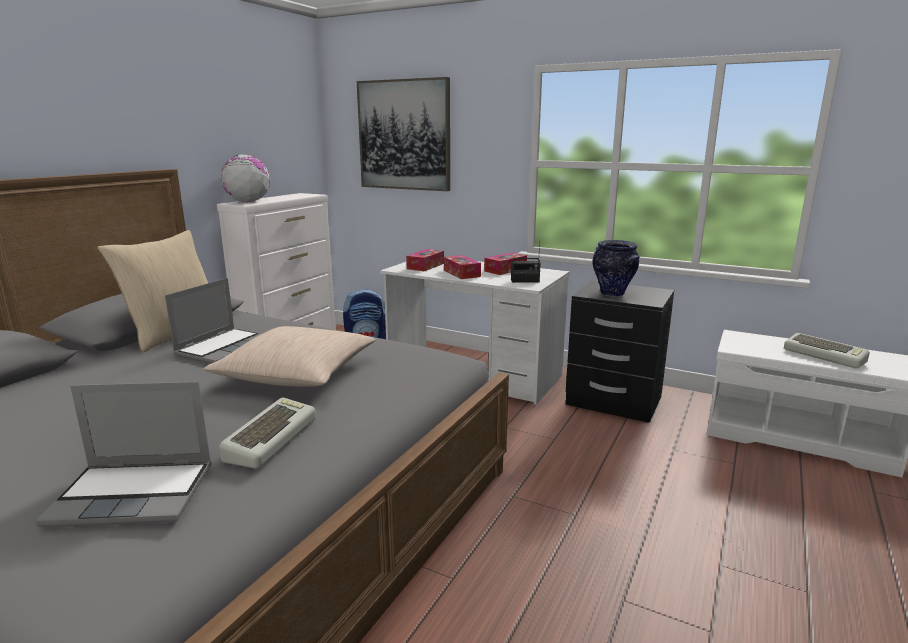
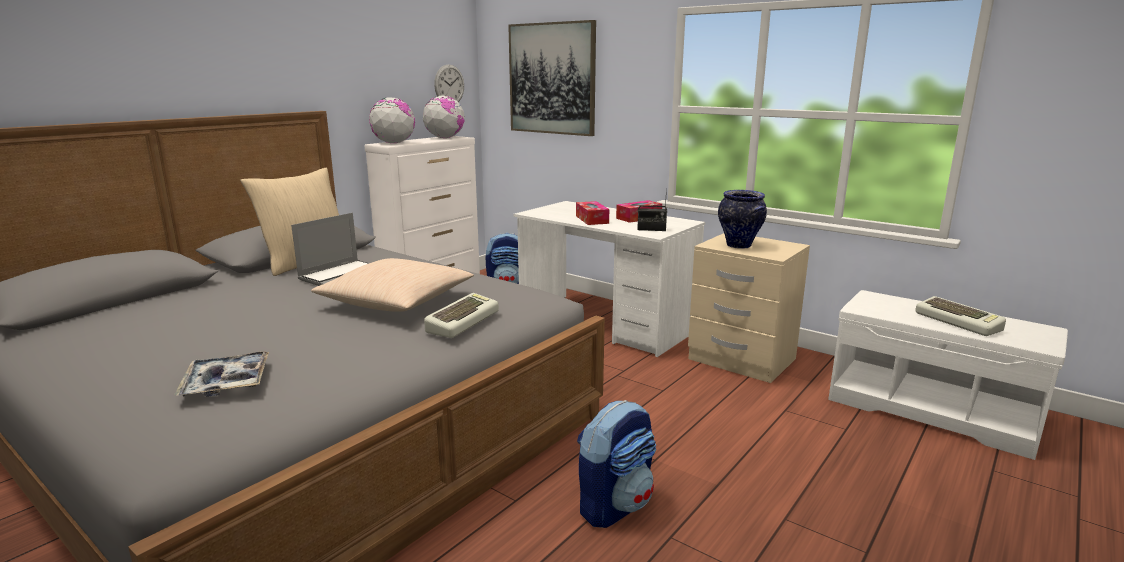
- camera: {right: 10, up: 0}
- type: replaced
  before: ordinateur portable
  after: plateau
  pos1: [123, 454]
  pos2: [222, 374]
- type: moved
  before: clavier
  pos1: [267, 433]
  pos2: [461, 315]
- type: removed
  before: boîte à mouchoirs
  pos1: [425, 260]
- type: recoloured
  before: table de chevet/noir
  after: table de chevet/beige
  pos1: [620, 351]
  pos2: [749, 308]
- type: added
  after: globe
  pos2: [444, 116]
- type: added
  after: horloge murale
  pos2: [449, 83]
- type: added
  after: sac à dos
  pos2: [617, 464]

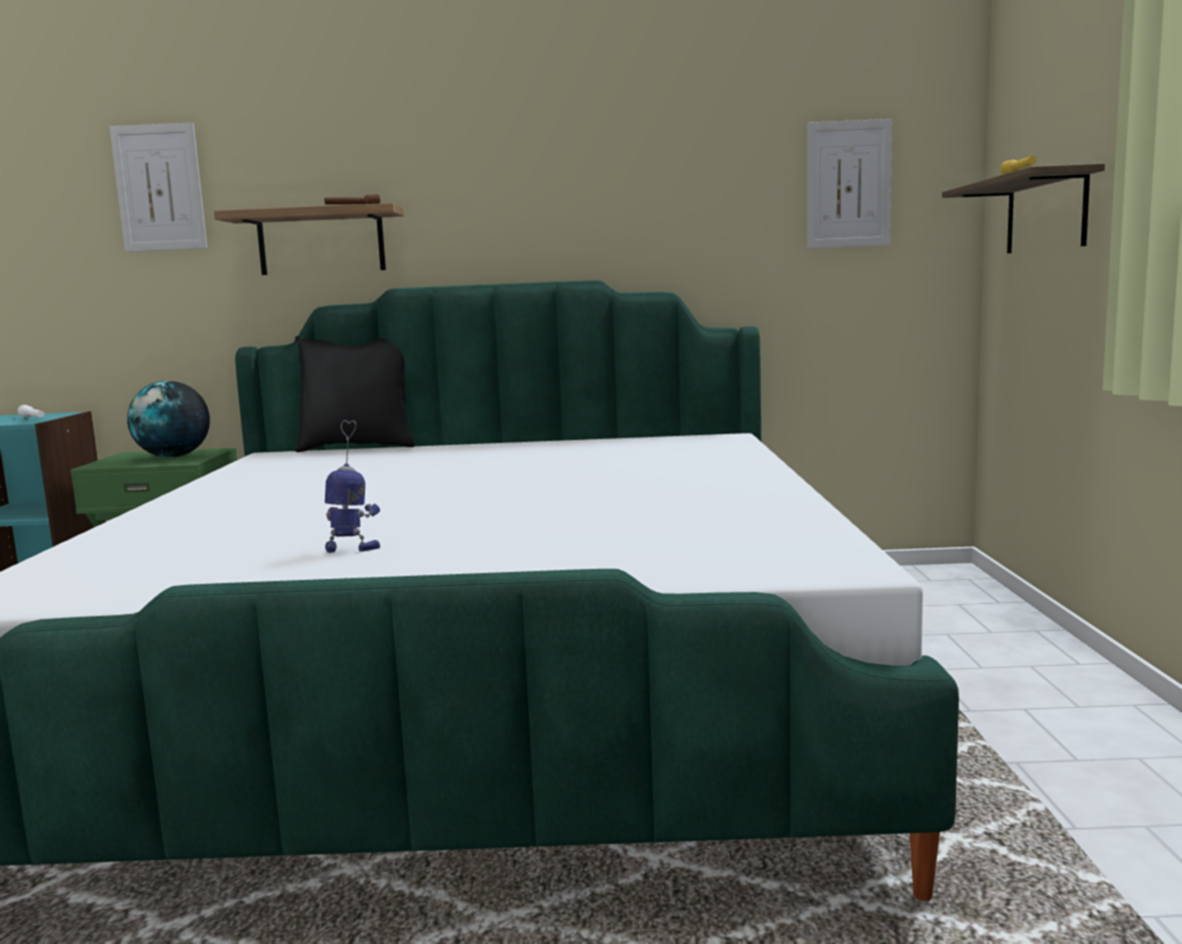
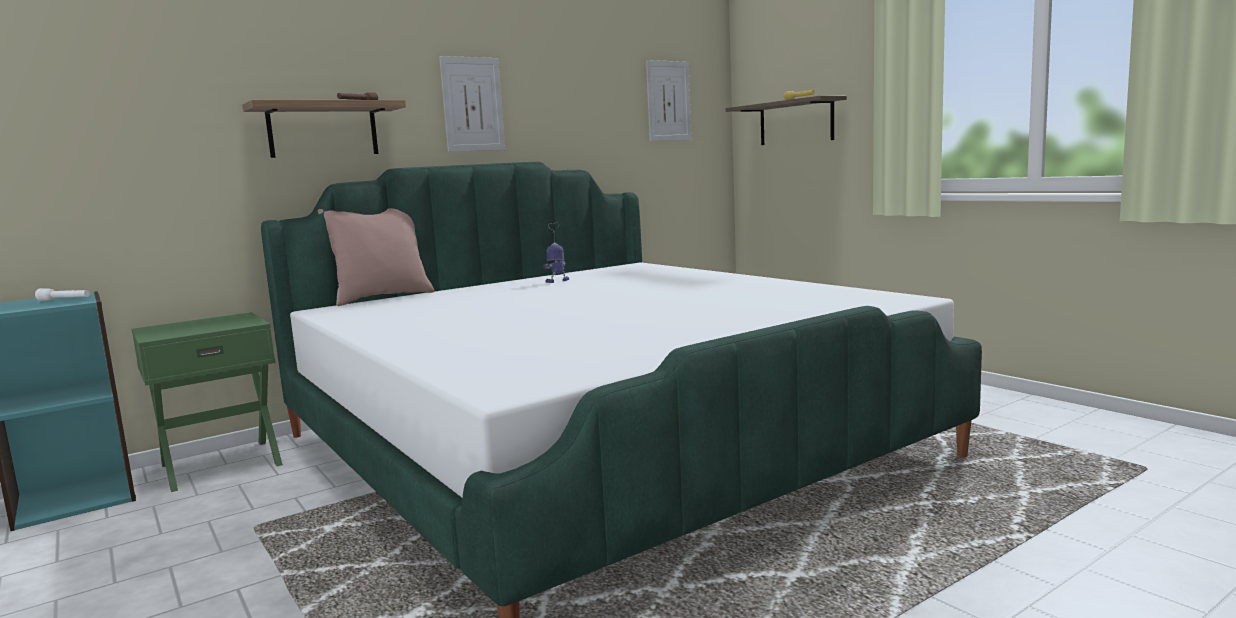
- camera: {right: -35, up: 0}
- type: moved
  before: tableau
  pos1: [158, 187]
  pos2: [472, 104]
- type: removed
  before: globe
  pos1: [168, 419]
- type: recoloured
  before: coussin/noir
  after: coussin/rose
  pos1: [355, 394]
  pos2: [376, 257]
- type: moved
  before: robot jouet
  pos1: [352, 486]
  pos2: [556, 252]

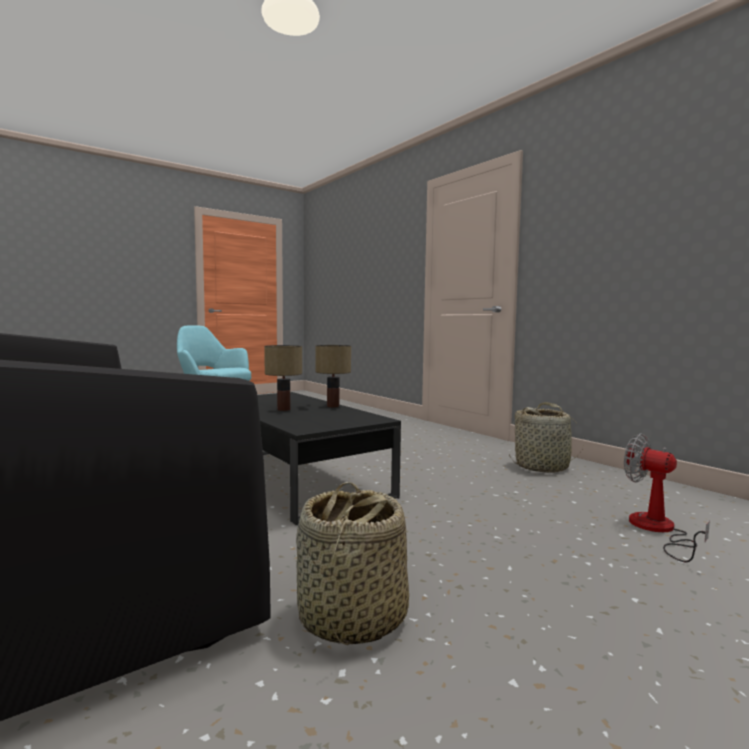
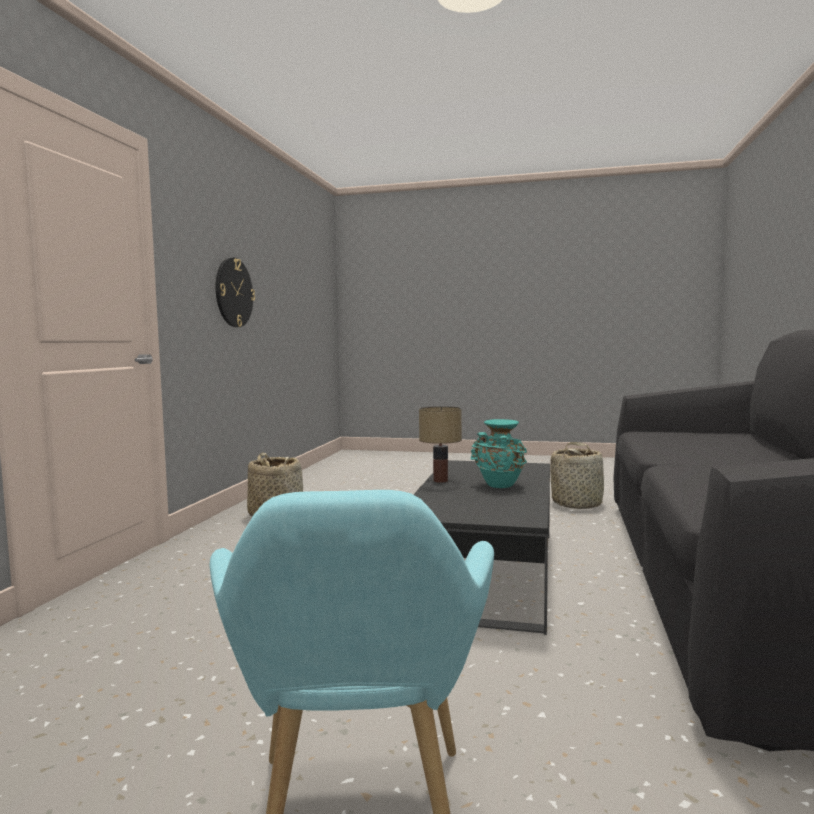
- camera: {right: -130, up: 0}
- type: replaced
  before: lampe de table
  after: vase/turquoise
  pos1: [283, 378]
  pos2: [498, 453]
- type: removed
  before: ventilateur
  pos1: [667, 497]
- type: added
  after: horloge murale
  pos2: [235, 292]

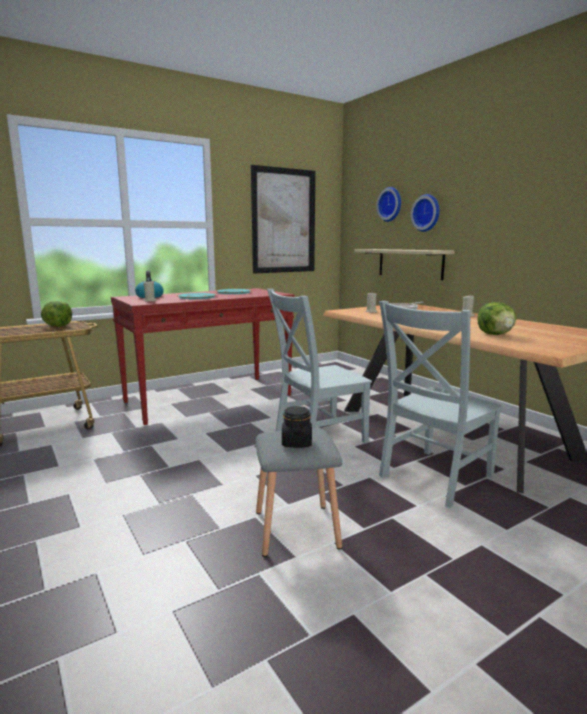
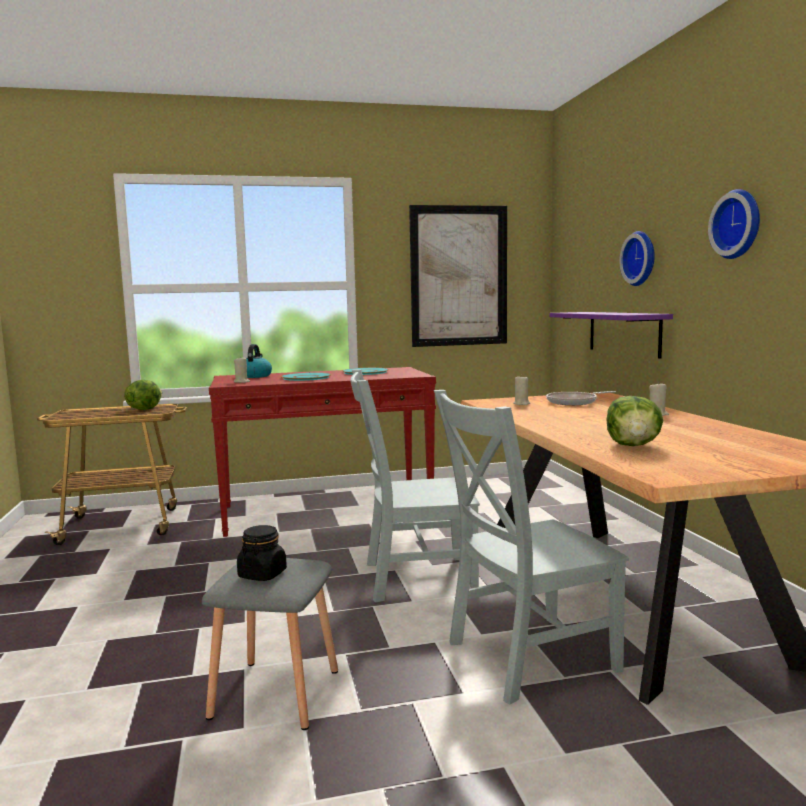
- camera: {right: 20, up: -5}
- type: recoloured
  before: étagère/beige
  after: étagère/violet
  pos1: [404, 264]
  pos2: [611, 335]
- type: moved
  before: horloge murale
  pos1: [388, 204]
  pos2: [734, 224]

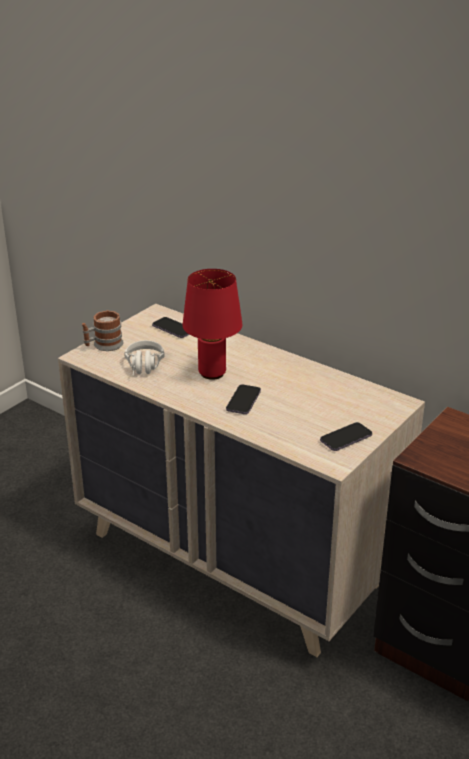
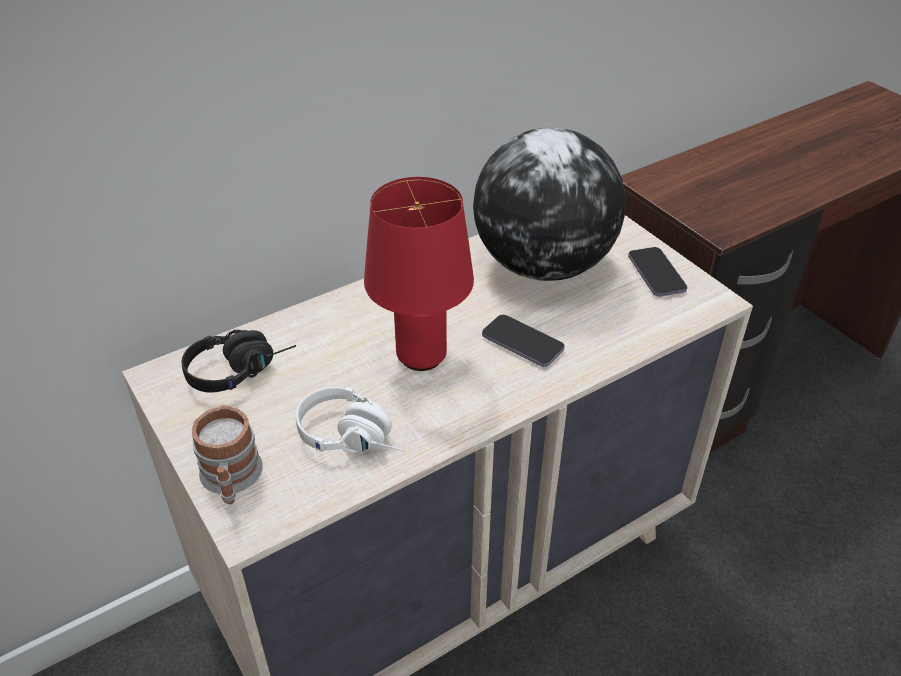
- camera: {right: -70, up: 10}
- type: replaced
  before: téléphone
  after: casque audio/noir
  pos1: [170, 327]
  pos2: [238, 361]
- type: added
  after: globe
  pos2: [549, 204]

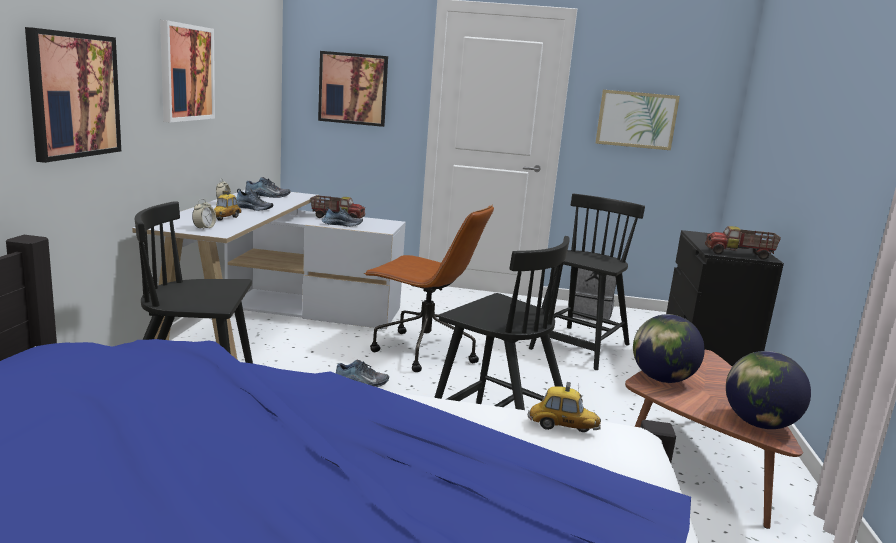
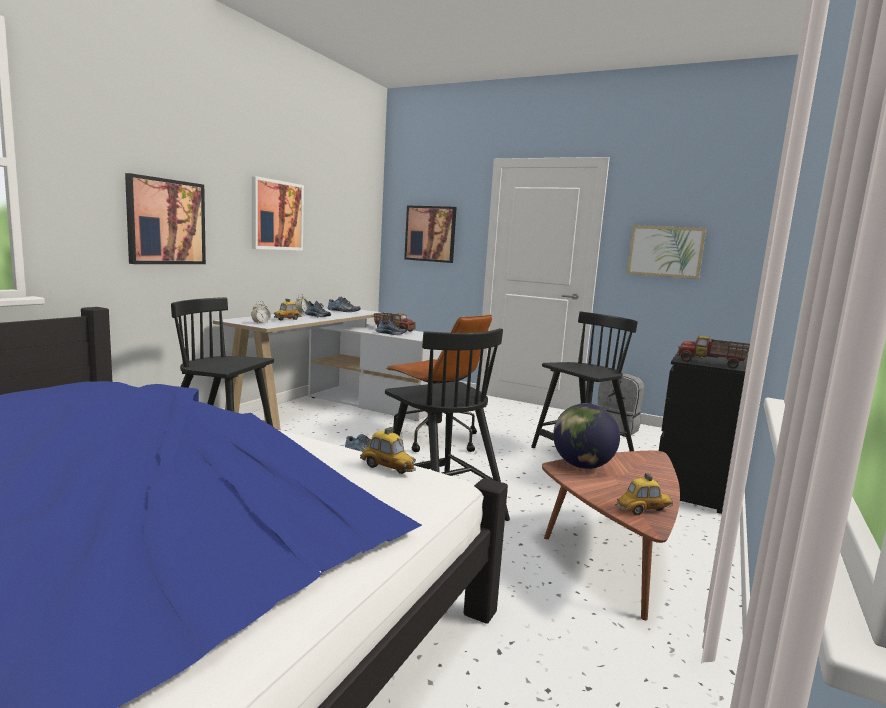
- camera: {right: 20, up: -5}
- type: replaced
  before: globe
  after: petite voiture
  pos1: [768, 390]
  pos2: [644, 494]

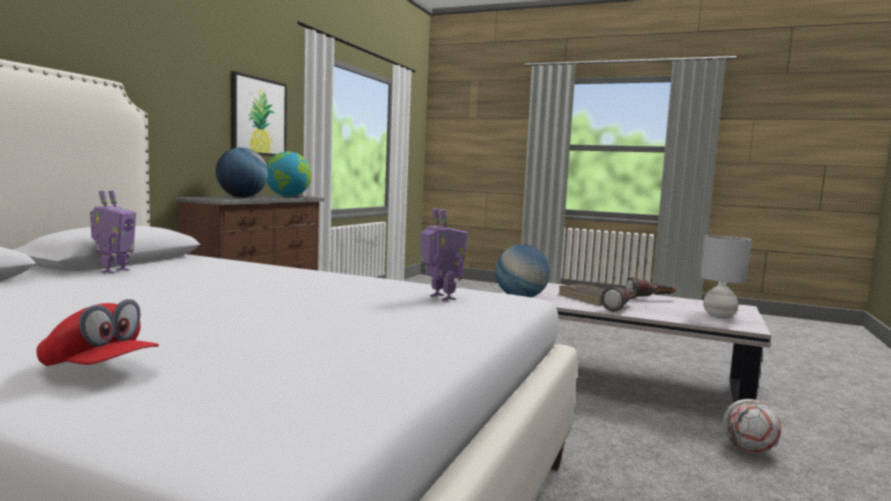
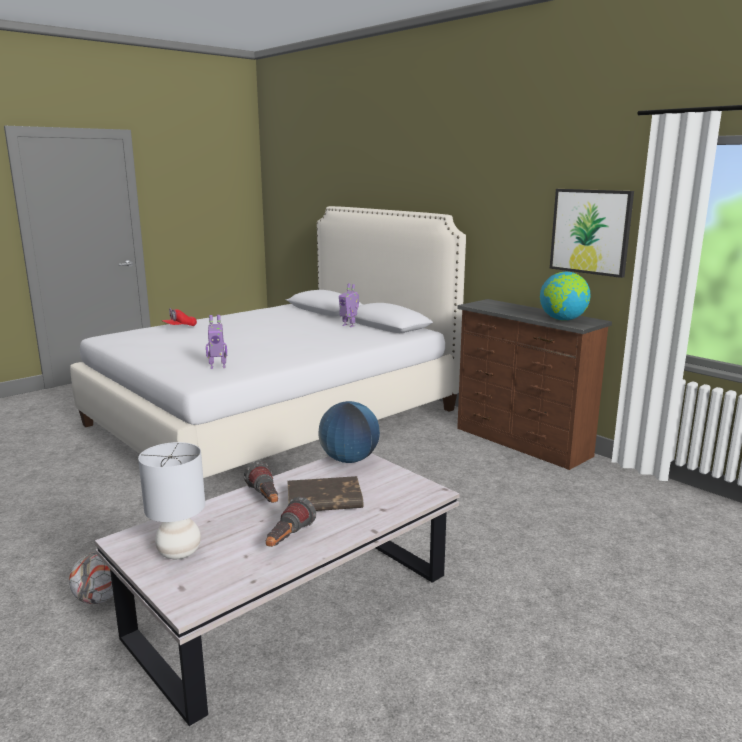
- camera: {right: 115, up: 10}
- type: removed
  before: globe
  pos1: [242, 172]

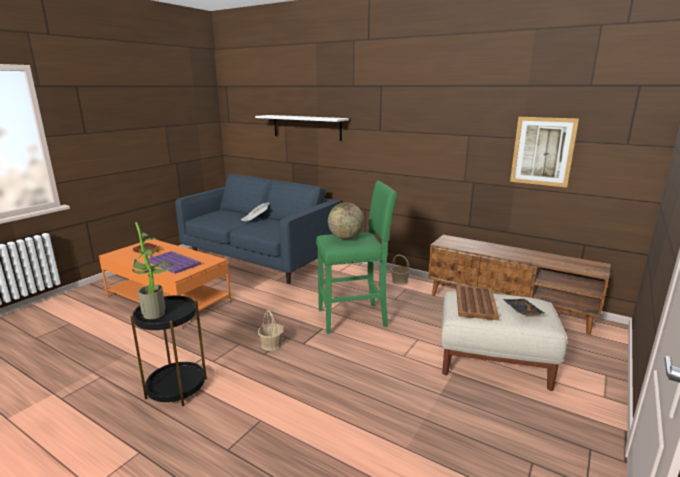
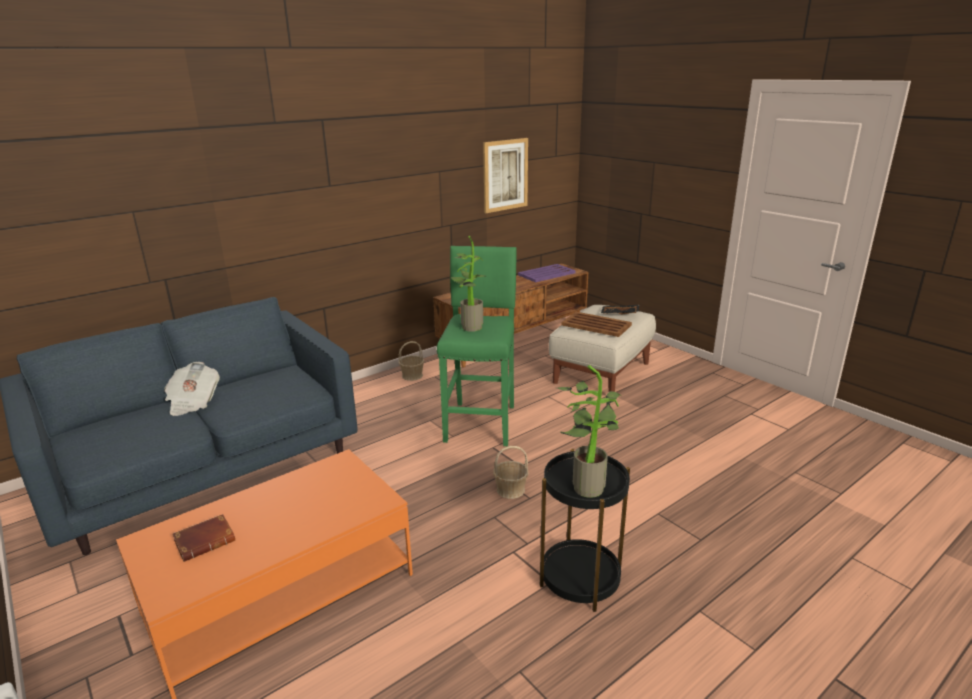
- camera: {right: -70, up: 5}
- type: moved
  before: plateau/violet
  pos1: [174, 262]
  pos2: [547, 273]
- type: removed
  before: étagère/blanc
  pos1: [302, 128]
- type: replaced
  before: globe
  after: plante en pot
  pos1: [346, 221]
  pos2: [468, 284]

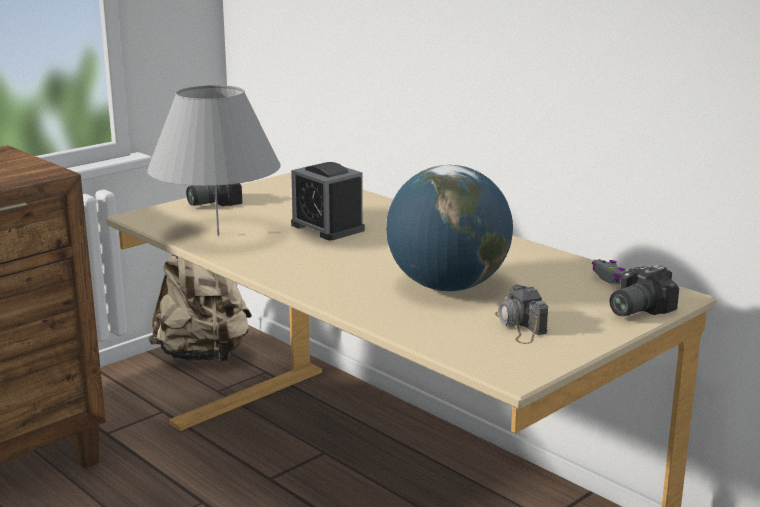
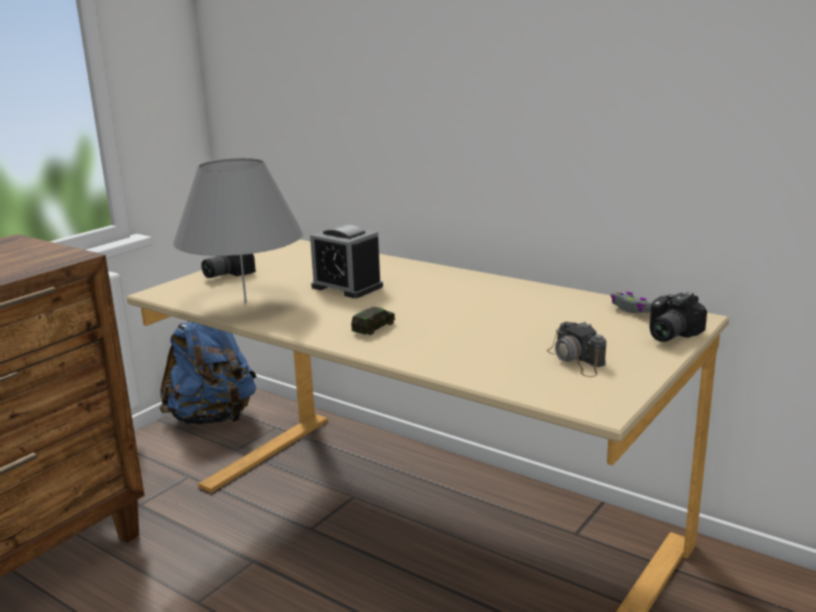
- camera: {right: -10, up: 0}
- type: recoloured
  before: sac à dos/beige
  after: sac à dos/bleu
  pos1: [200, 308]
  pos2: [207, 372]
- type: removed
  before: globe
  pos1: [449, 228]
- type: added
  after: petite voiture
  pos2: [373, 321]

